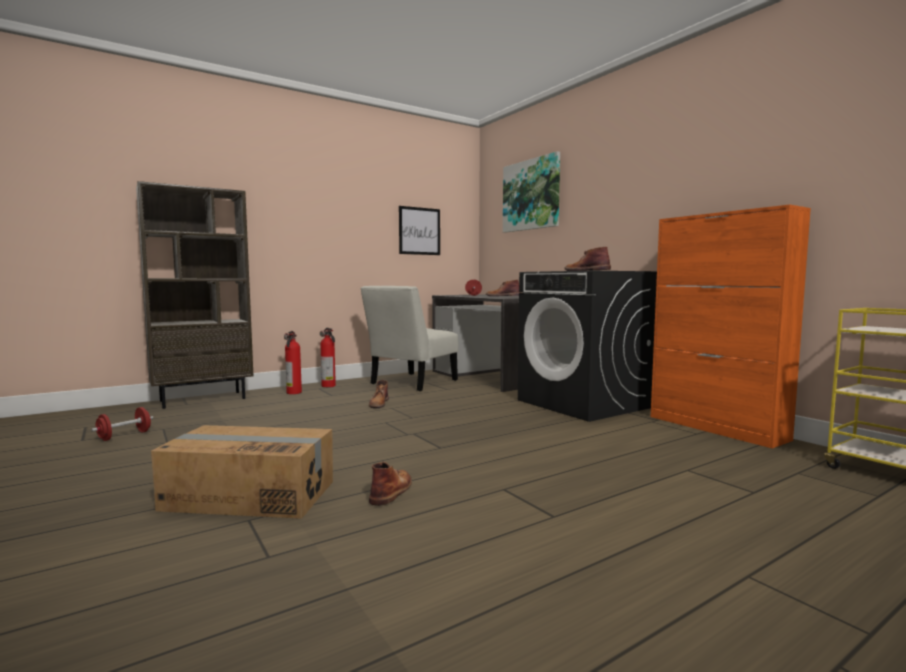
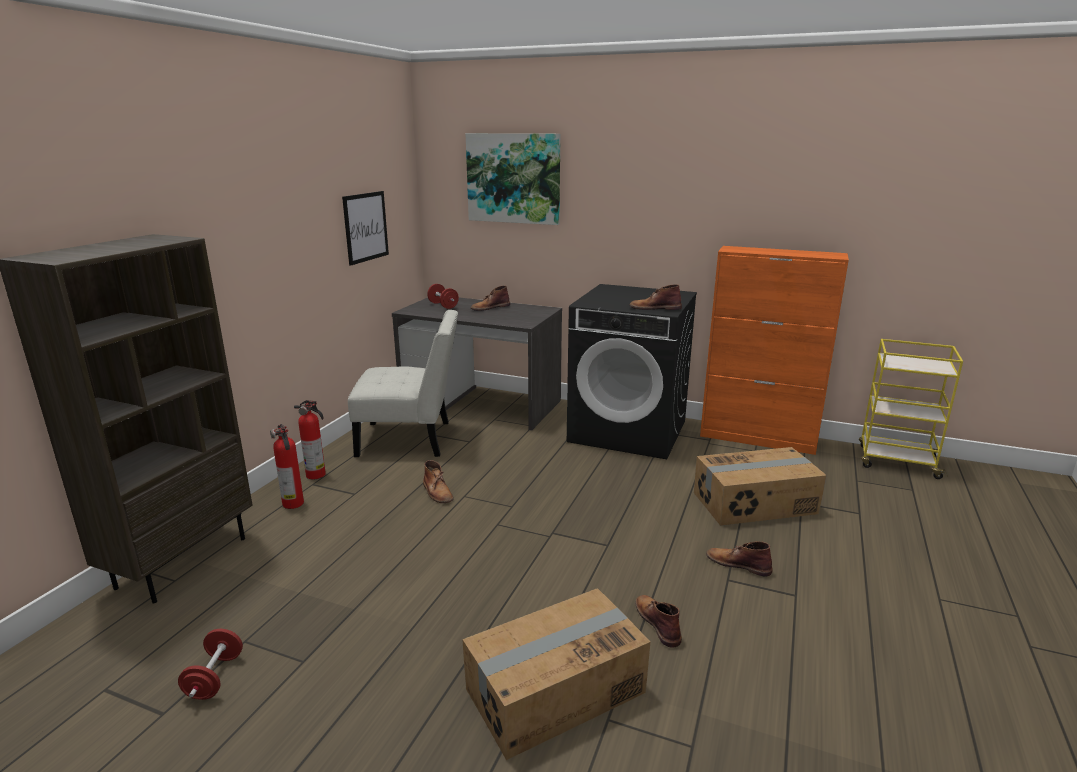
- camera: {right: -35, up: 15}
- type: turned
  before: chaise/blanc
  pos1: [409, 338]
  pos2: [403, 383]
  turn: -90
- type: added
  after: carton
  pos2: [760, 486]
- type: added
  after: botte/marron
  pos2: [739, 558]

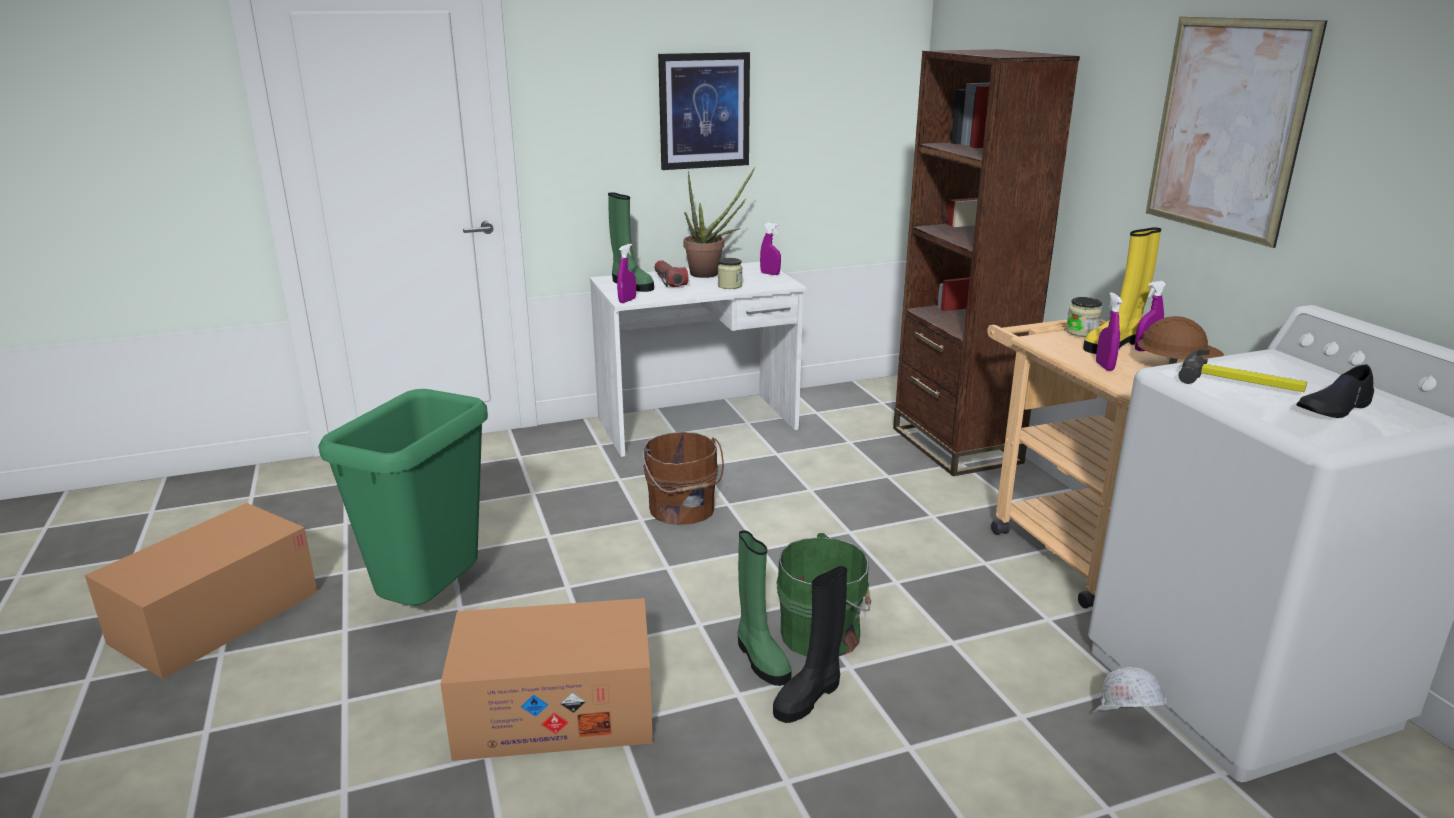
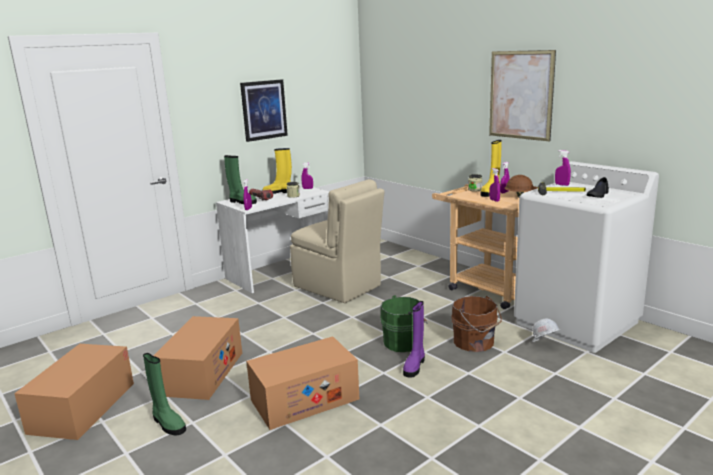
- camera: {right: -20, up: -5}
- type: replaced
  before: poubelle/vert
  after: carton
  pos1: [403, 497]
  pos2: [198, 358]
- type: moved
  before: seau/marron
  pos1: [683, 478]
  pos2: [476, 324]
- type: replaced
  before: plante en pot
  after: botte/jaune
  pos1: [719, 222]
  pos2: [277, 171]
- type: moved
  before: botte/vert
  pos1: [765, 608]
  pos2: [164, 394]
- type: recoloured
  before: botte/noir
  after: botte/violet
  pos1: [810, 644]
  pos2: [414, 339]
- type: removed
  before: bibliothèque/marron
  pos1: [986, 262]
- type: added
  after: chaise/beige
  pos2: [337, 241]
- type: added
  after: vaporisateur/violet
  pos2: [563, 168]

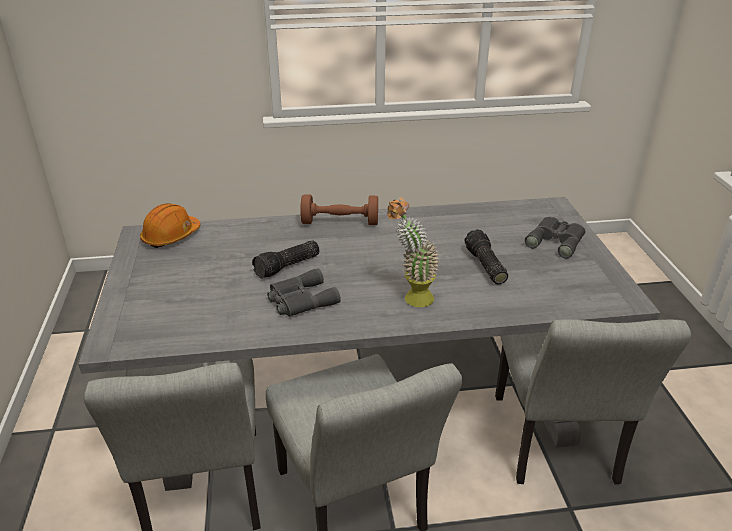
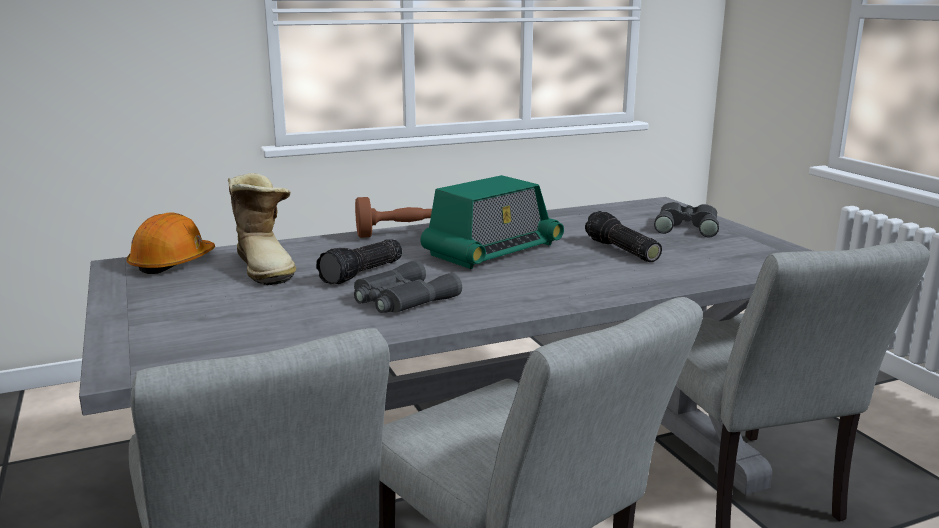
- camera: {right: -15, up: -15}
- type: removed
  before: plante en pot
  pos1: [413, 252]
- type: added
  after: botte
  pos2: [262, 229]
- type: added
  after: radio
  pos2: [492, 222]

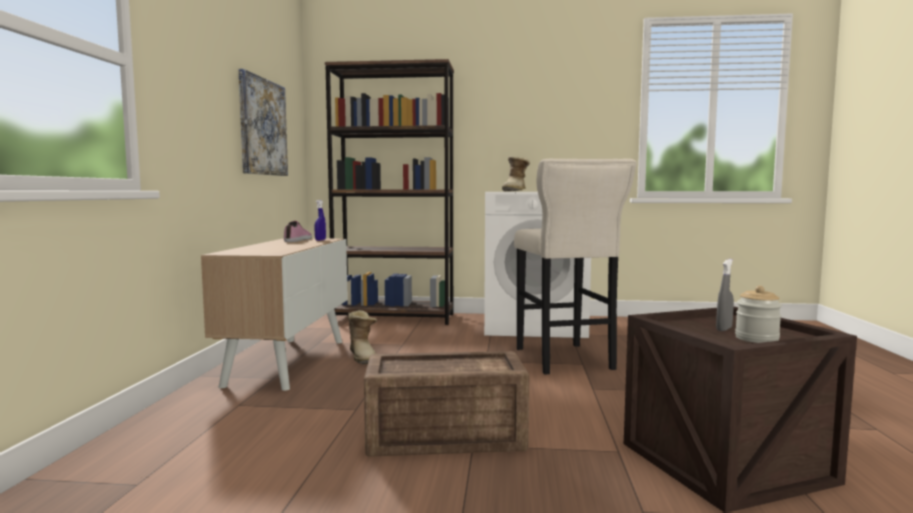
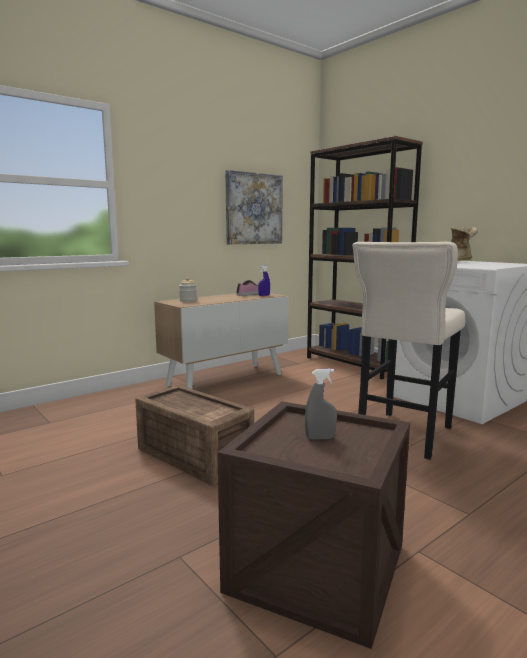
- camera: {right: 45, up: 5}
- type: removed
  before: botte
  pos1: [362, 337]
- type: moved
  before: bocal
  pos1: [758, 314]
  pos2: [188, 290]

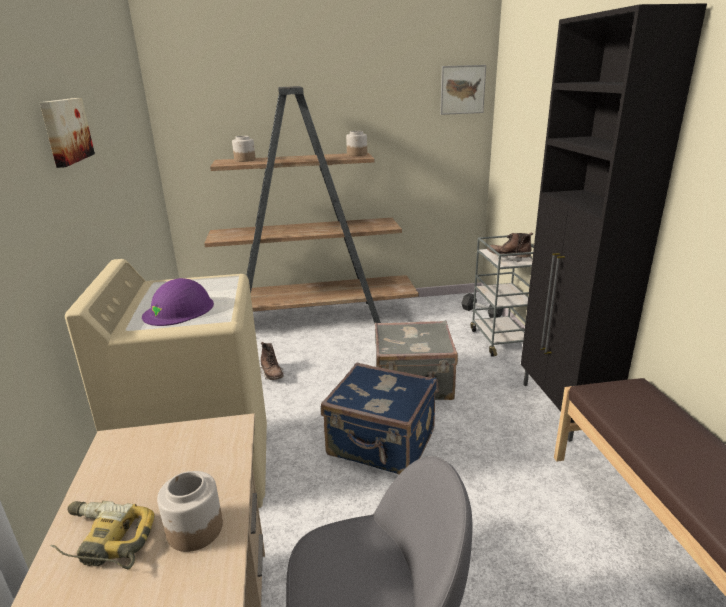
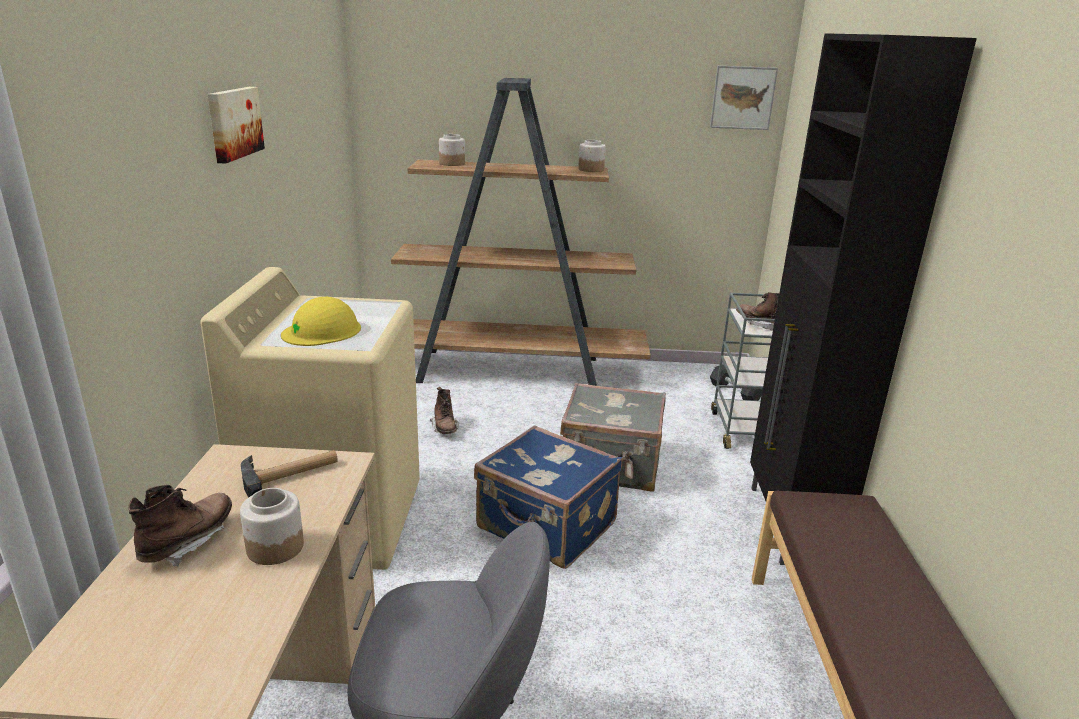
- camera: {right: 10, up: 0}
- type: replaced
  before: perceuse
  after: botte/marron
  pos1: [102, 535]
  pos2: [180, 526]
- type: recoloured
  before: casque de chantier/violet
  after: casque de chantier/jaune
  pos1: [178, 302]
  pos2: [321, 321]
- type: added
  after: marteau
  pos2: [289, 474]

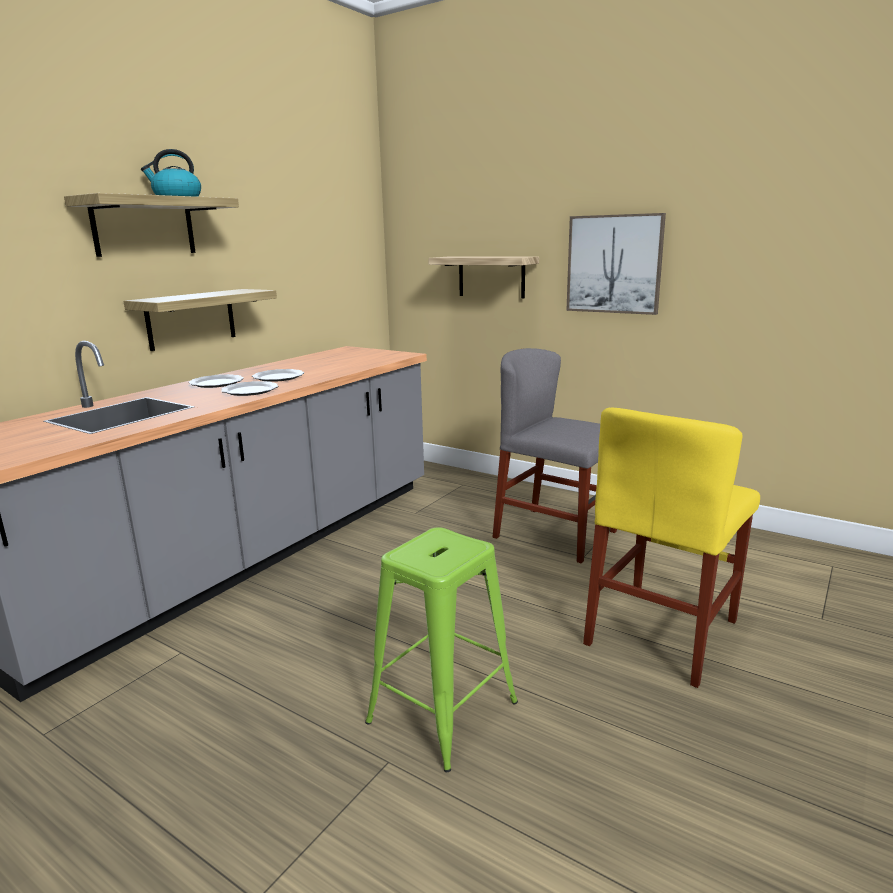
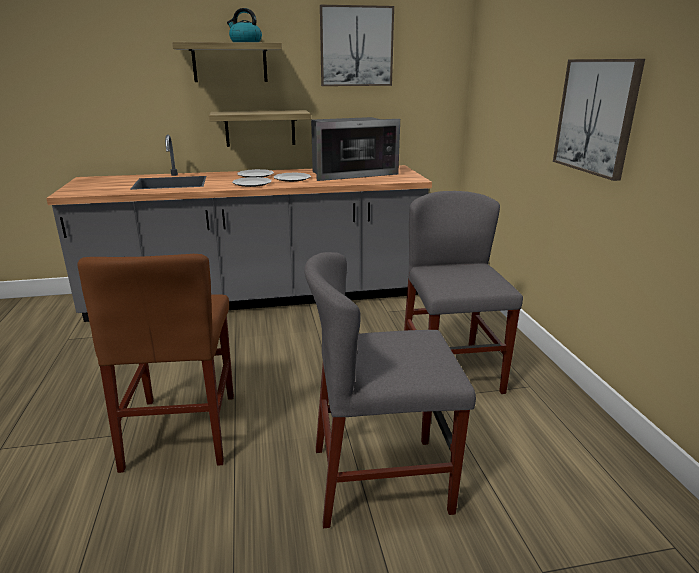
- camera: {right: 45, up: 5}
- type: replaced
  before: tabouret/vert
  after: chaise/marron
  pos1: [441, 649]
  pos2: [155, 363]
- type: removed
  before: étagère
  pos1: [483, 277]
- type: recoloured
  before: chaise/jaune
  after: chaise/gris
  pos1: [671, 548]
  pos2: [390, 390]
- type: added
  after: micro-ondes
  pos2: [355, 149]
- type: added
  after: tableau
  pos2: [357, 45]

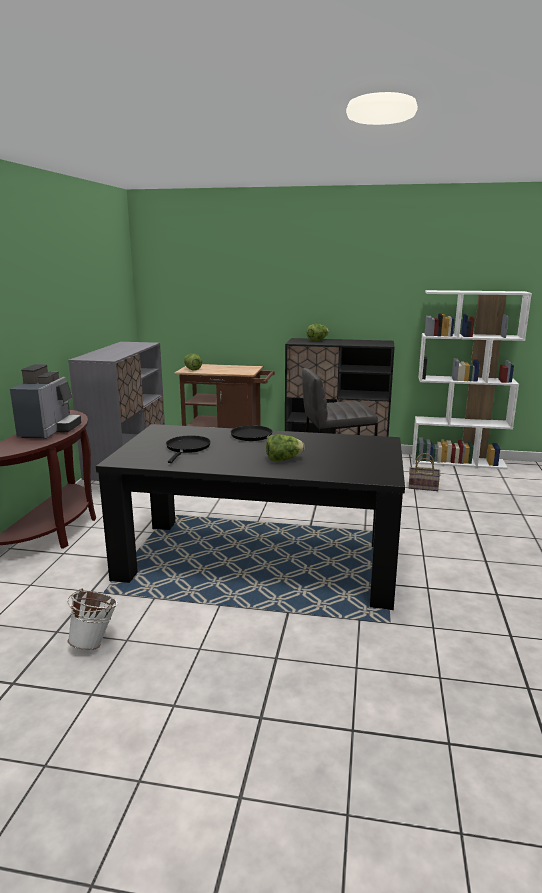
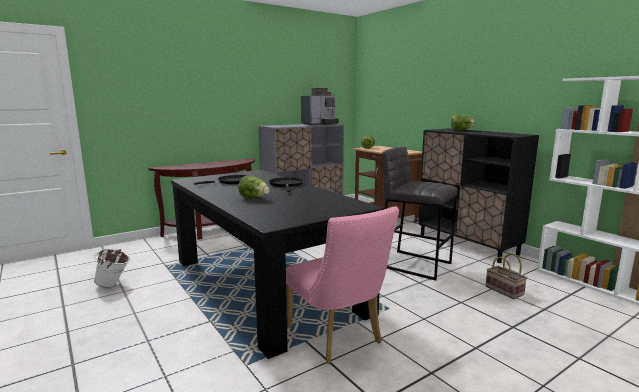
- camera: {right: 45, up: -5}
- type: moved
  before: machine à café
  pos1: [45, 401]
  pos2: [320, 106]
- type: added
  after: chaise/rose
  pos2: [342, 285]

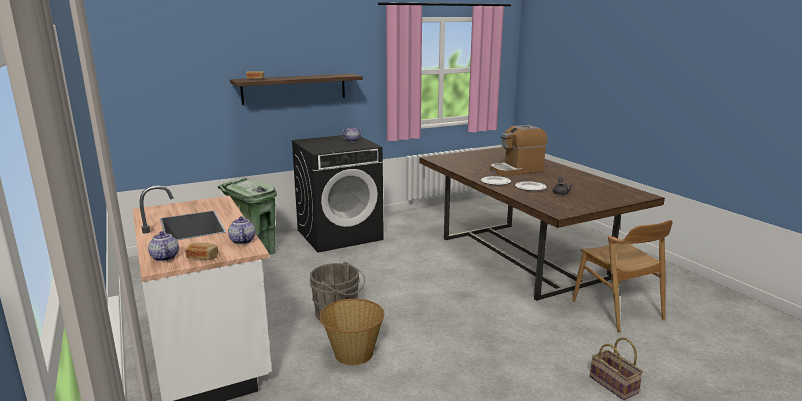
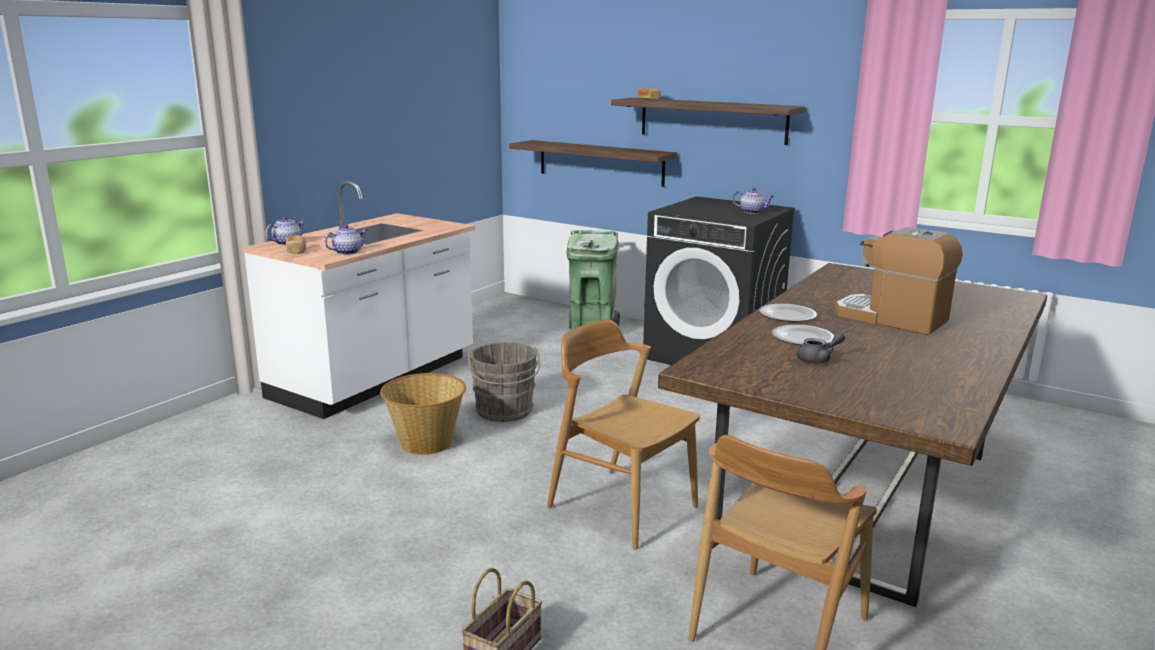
- camera: {right: 60, up: 0}
- type: added
  after: étagère
  pos2: [593, 163]
- type: added
  after: chaise/marron
  pos2: [623, 434]

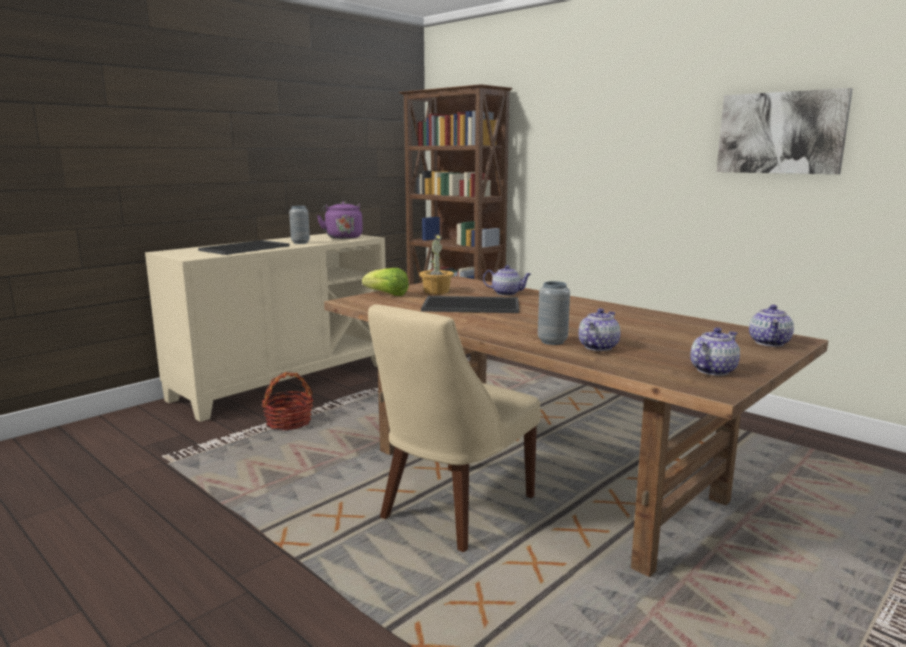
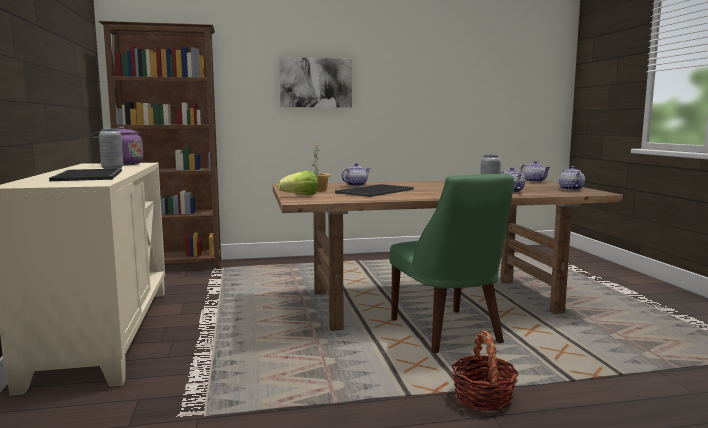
- camera: {right: -55, up: -5}
- type: moved
  before: panier
  pos1: [287, 401]
  pos2: [485, 370]
- type: recoloured
  before: chaise/beige
  after: chaise/vert
  pos1: [454, 428]
  pos2: [452, 263]
- type: moved
  before: tableau
  pos1: [784, 131]
  pos2: [315, 82]

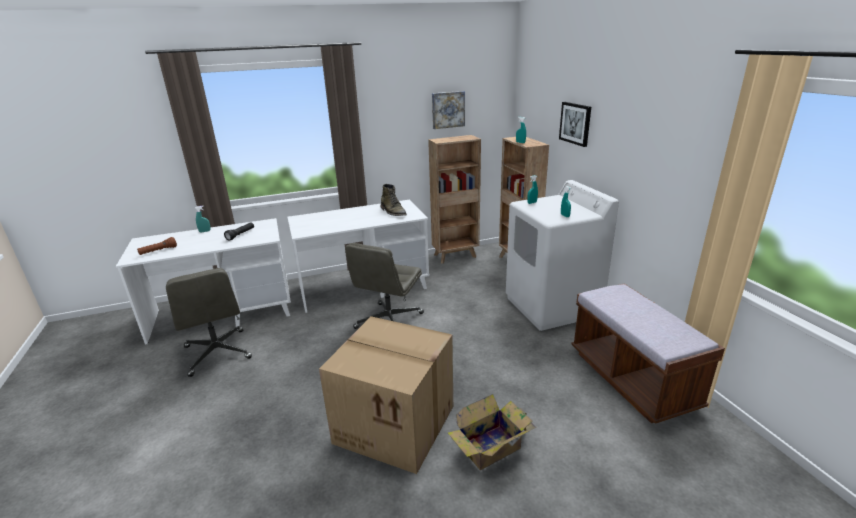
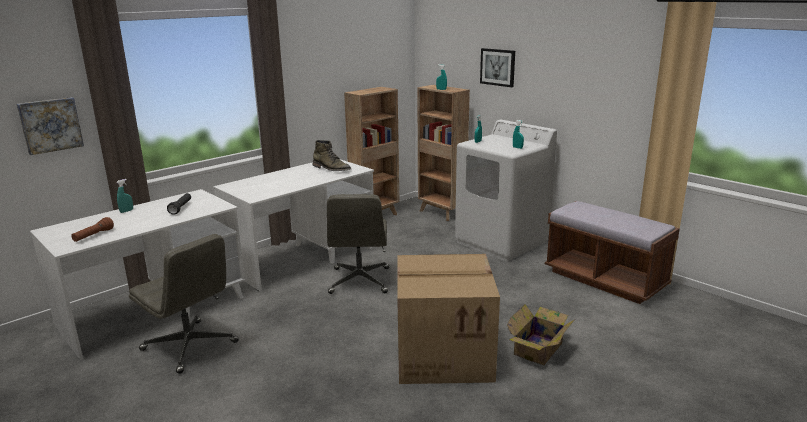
- camera: {right: -25, up: -5}
- type: moved
  before: tableau
  pos1: [448, 110]
  pos2: [50, 126]

